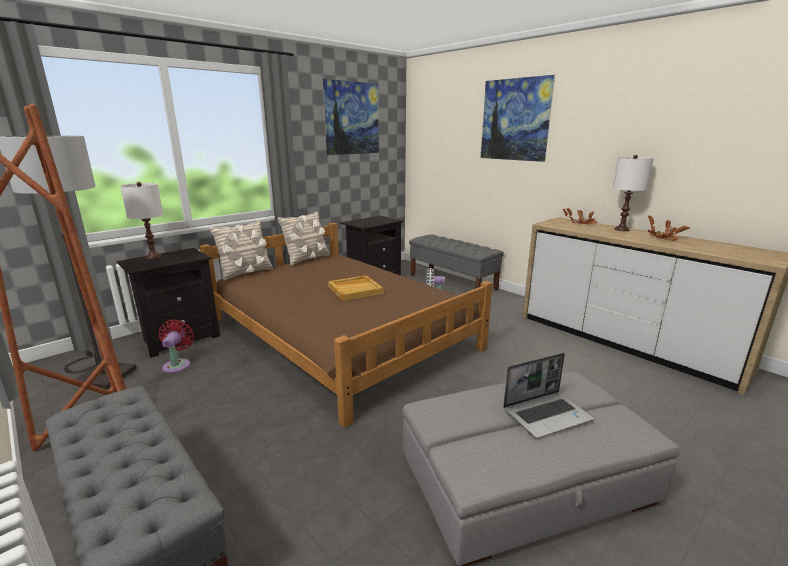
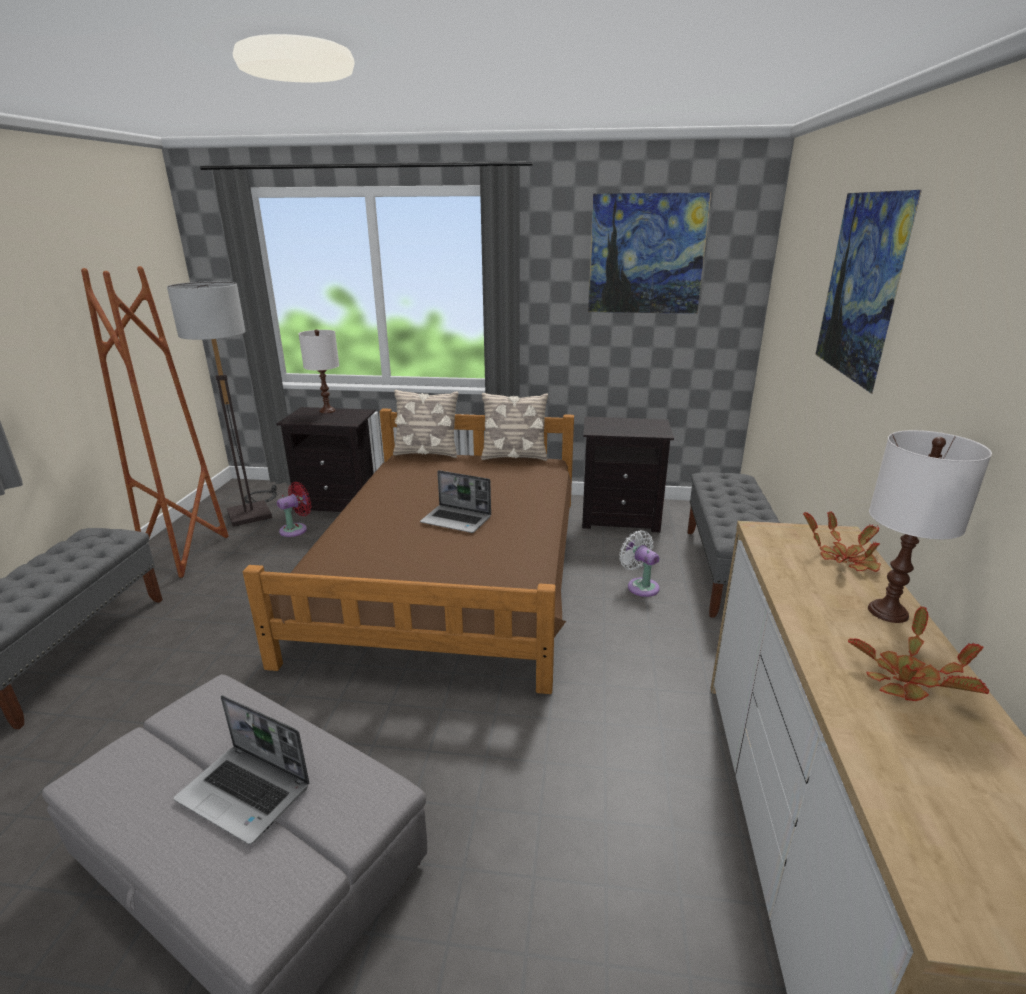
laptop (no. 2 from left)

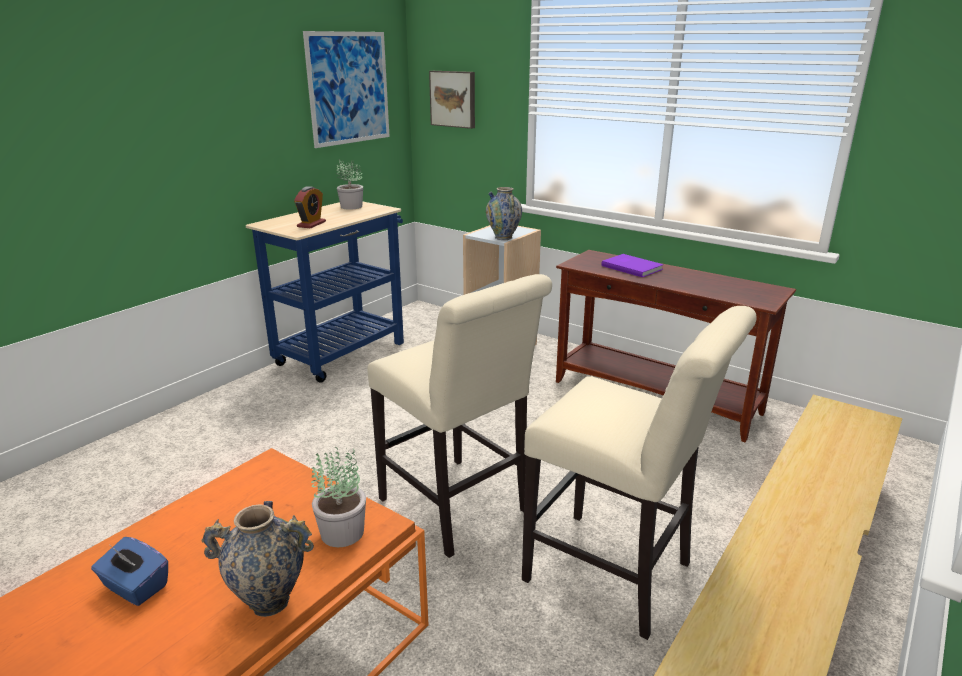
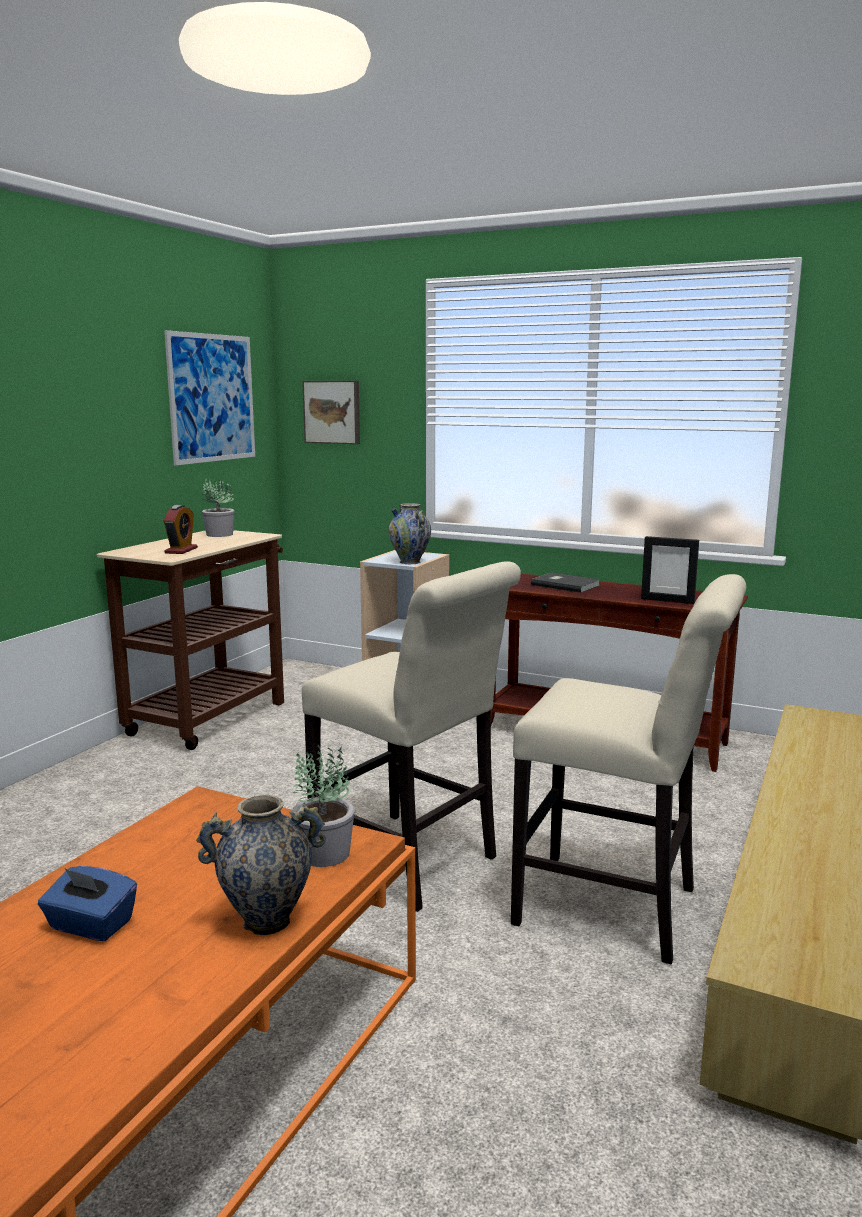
wózek/brązowy
książka/szary
ramka na zdjęcie

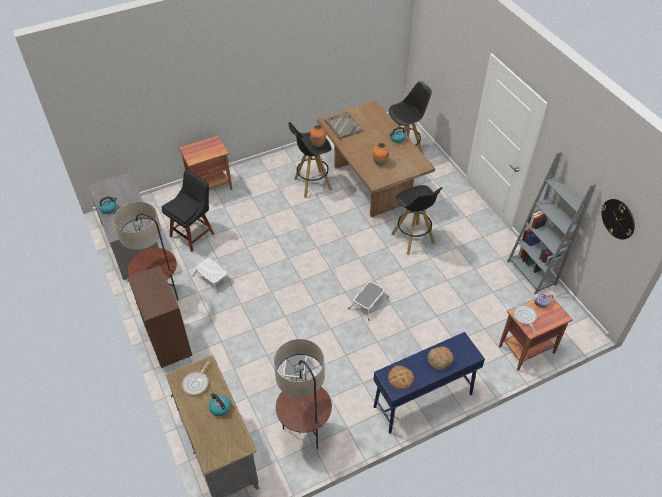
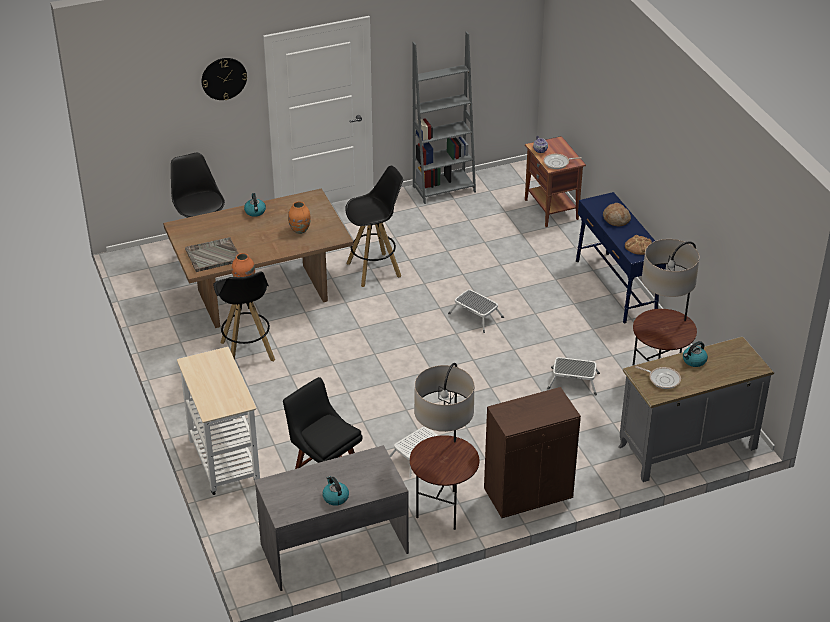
wózek/biały
zegar ścienny

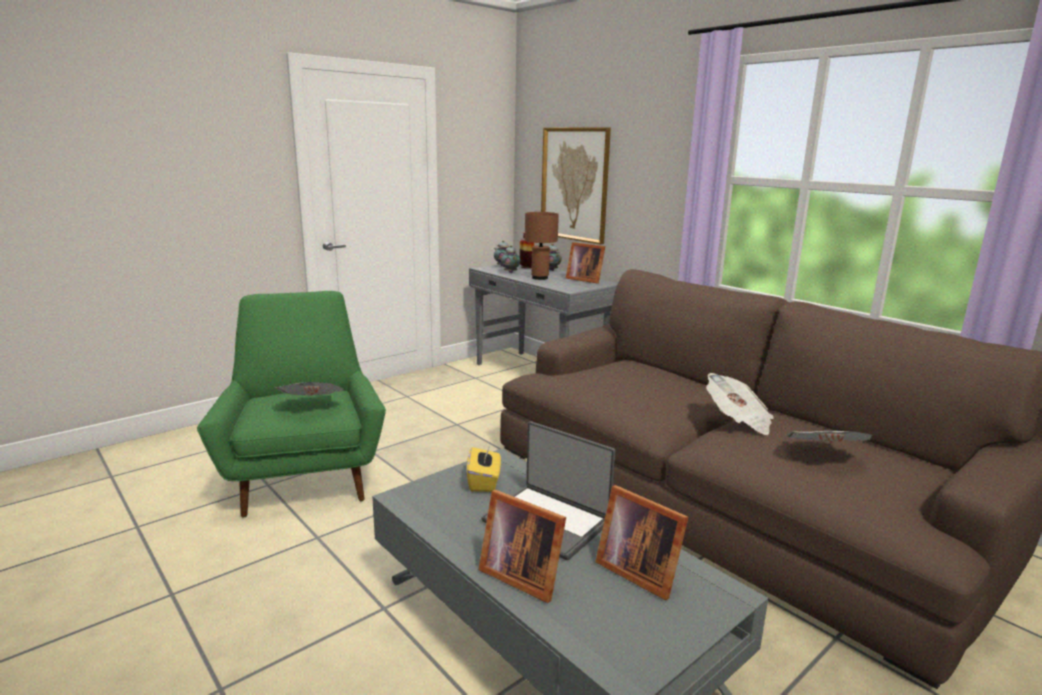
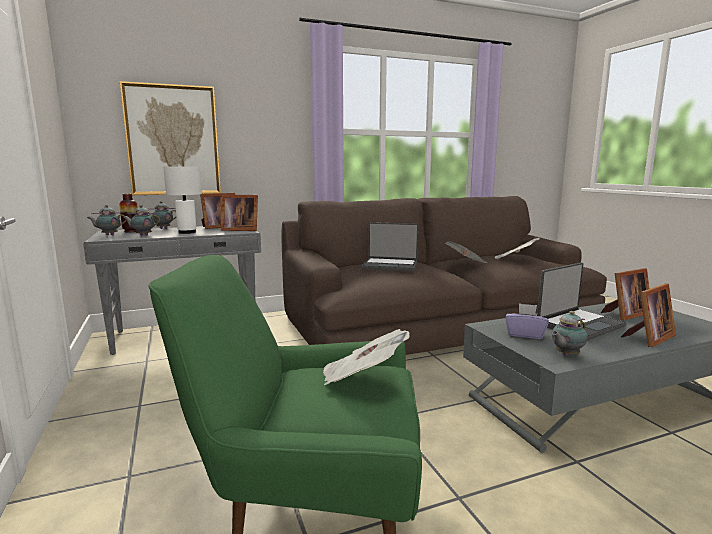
pudełko chusteczek/fioletowy
lampa stołowa/biały
ramka na zdjęcie (no. 2 from left)
laptop (no. 1 from left)
imbryk (no. 4 from left)

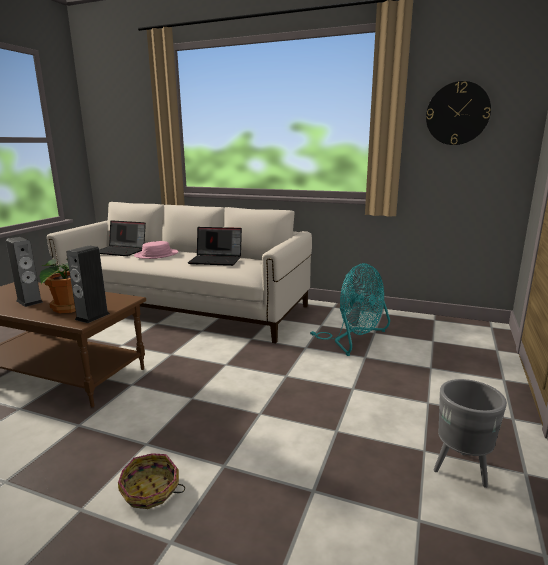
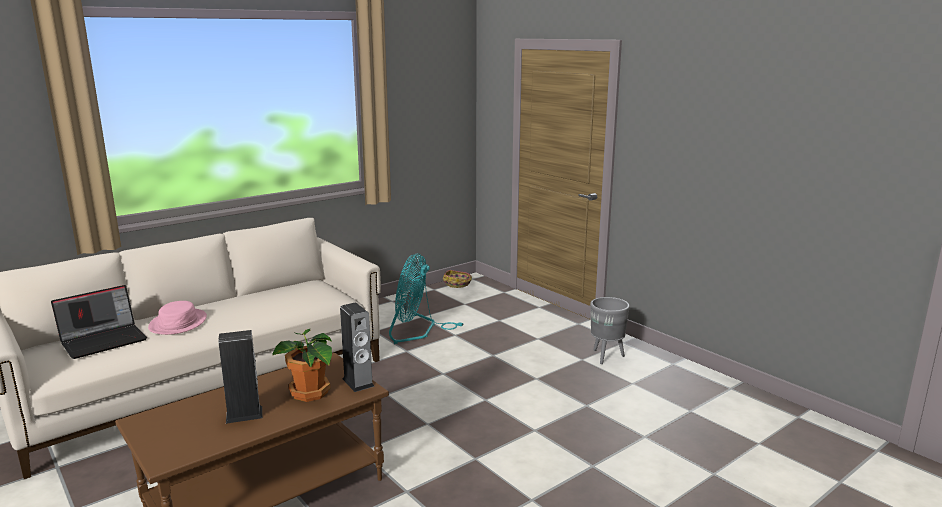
koszyk
laptop (no. 2 from left in the first image)
wentylator/turkusowy
zegar ścienny

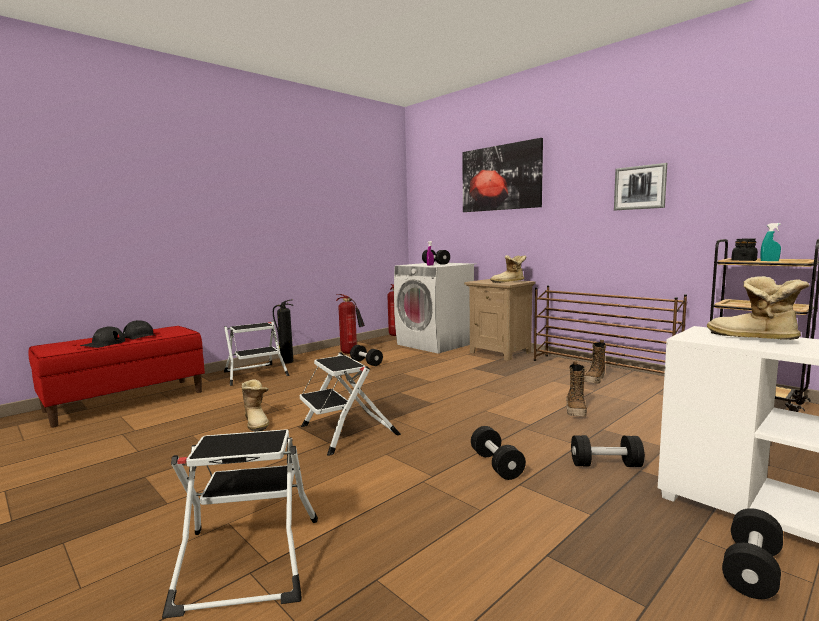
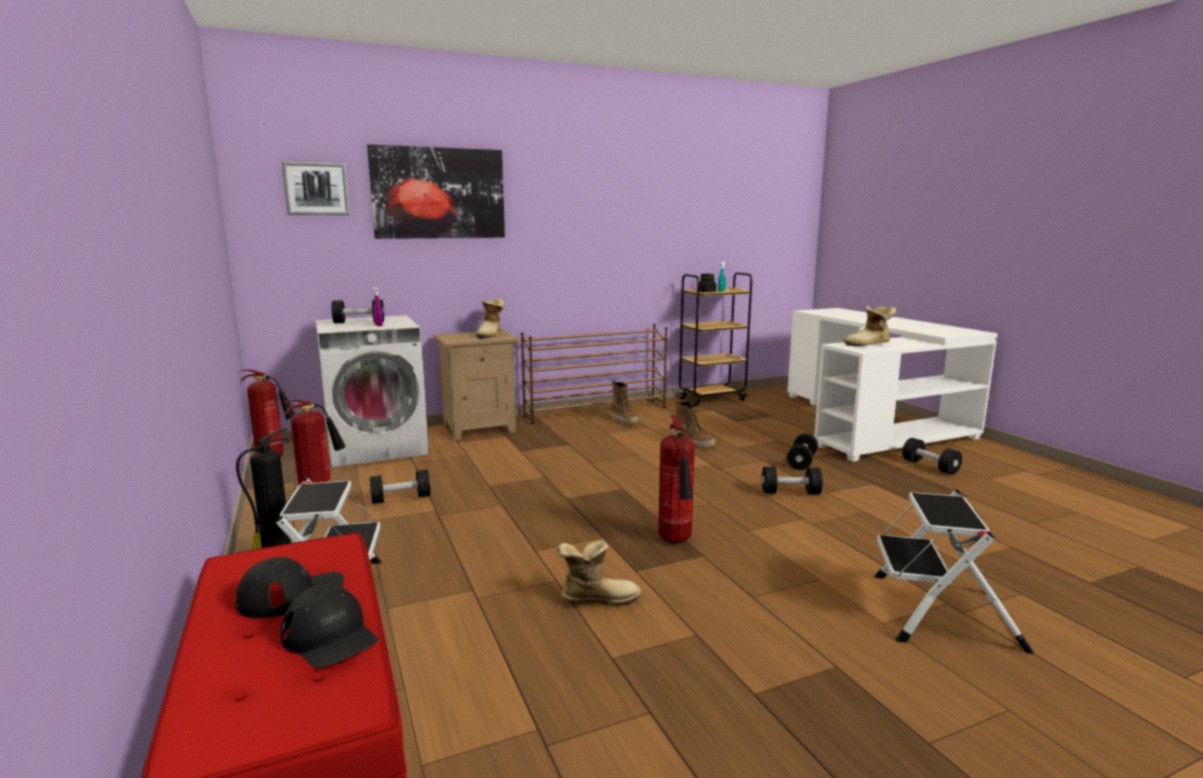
gaśnica (no. 4 from left)
obraz (no. 1 from left)

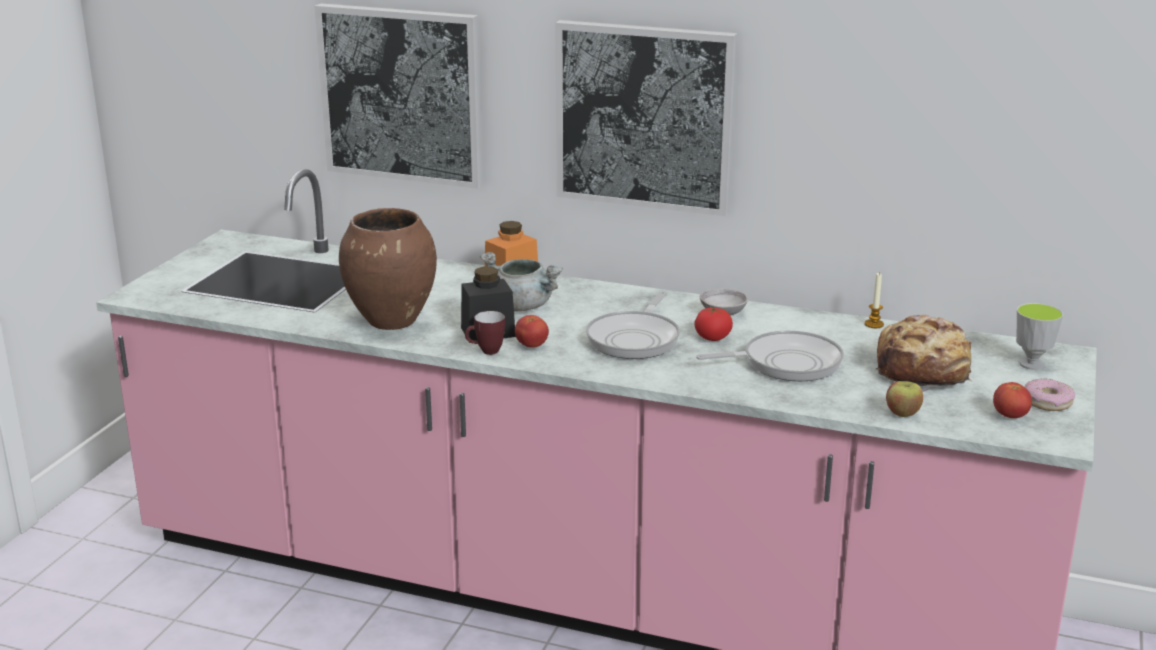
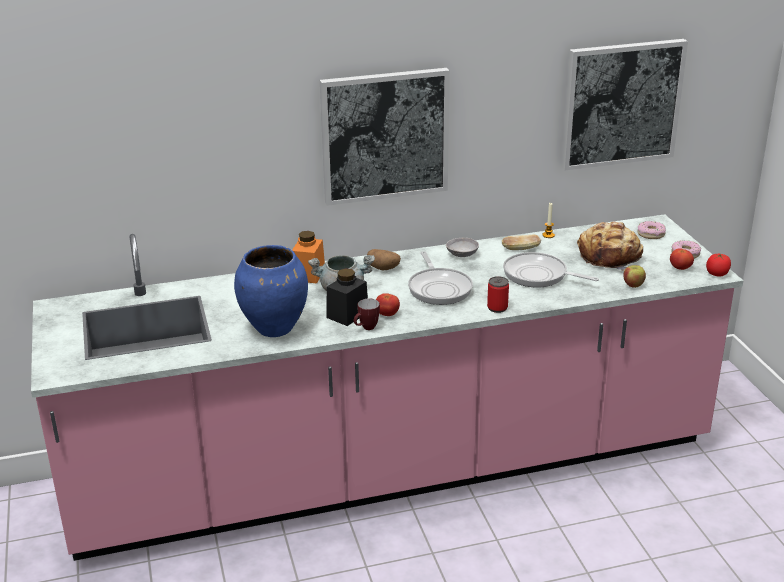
obraz (no. 2 from left)
wazon/niebieski
pomidor (no. 3 from left)
patelnia (no. 2 from left)
donut (no. 1 from left)
ziemniak
puszka
chleb (no. 1 from left)

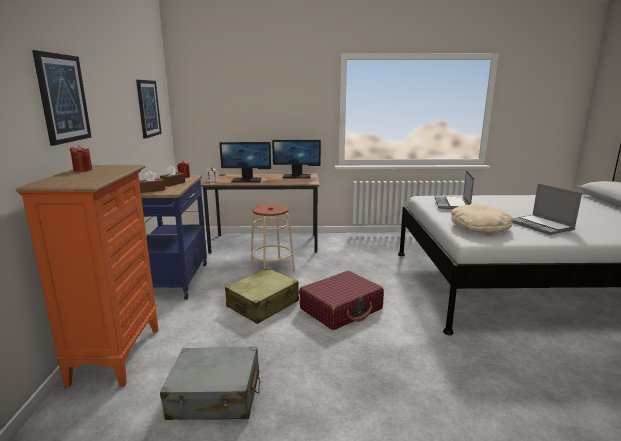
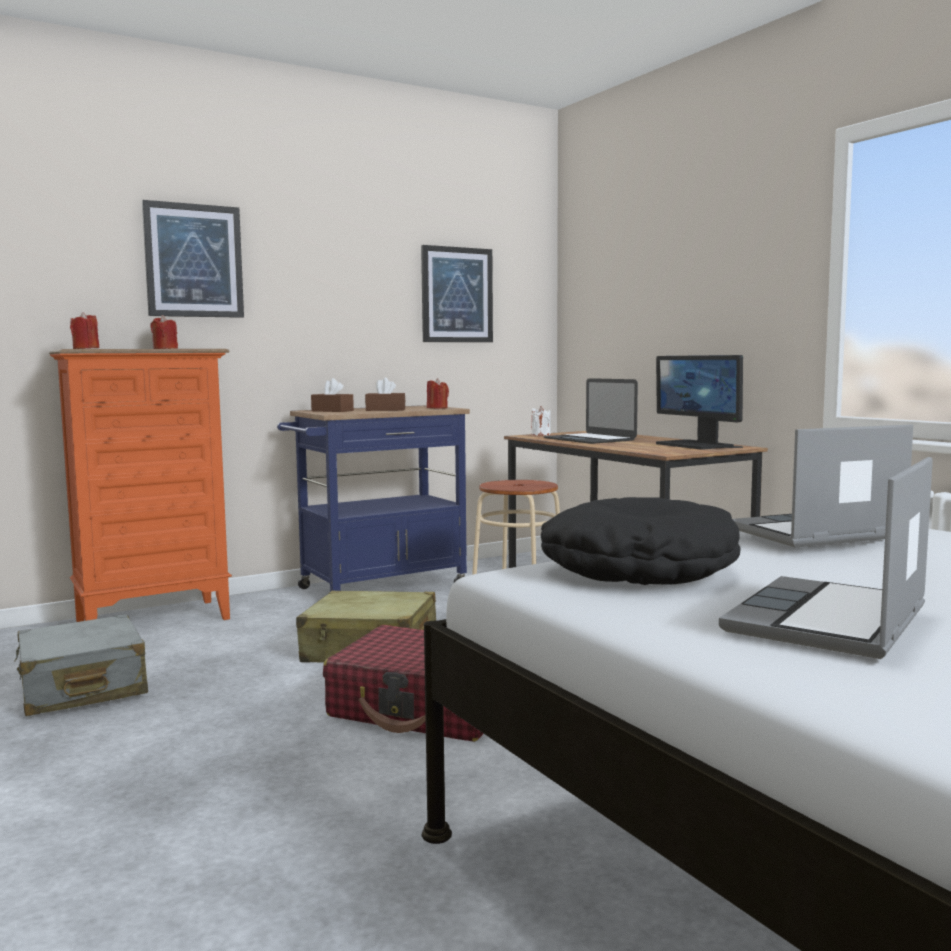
laptop (no. 1 from left)
poduszka/czarny
świeca/czerwony (no. 1 from left)

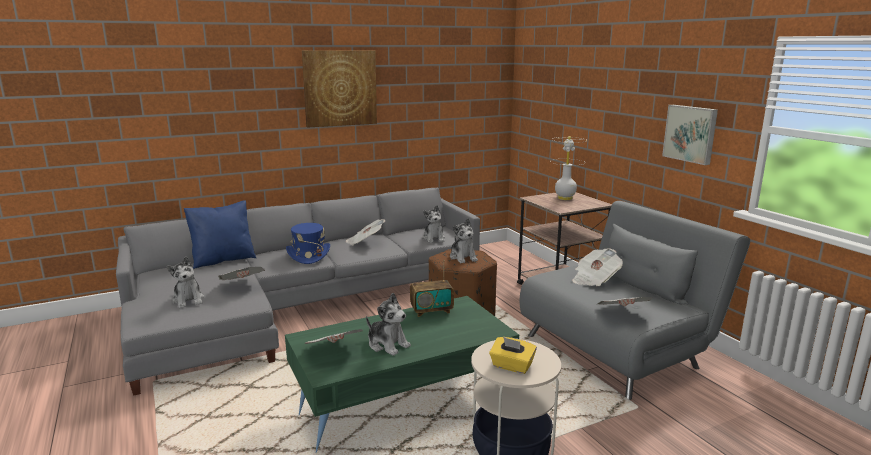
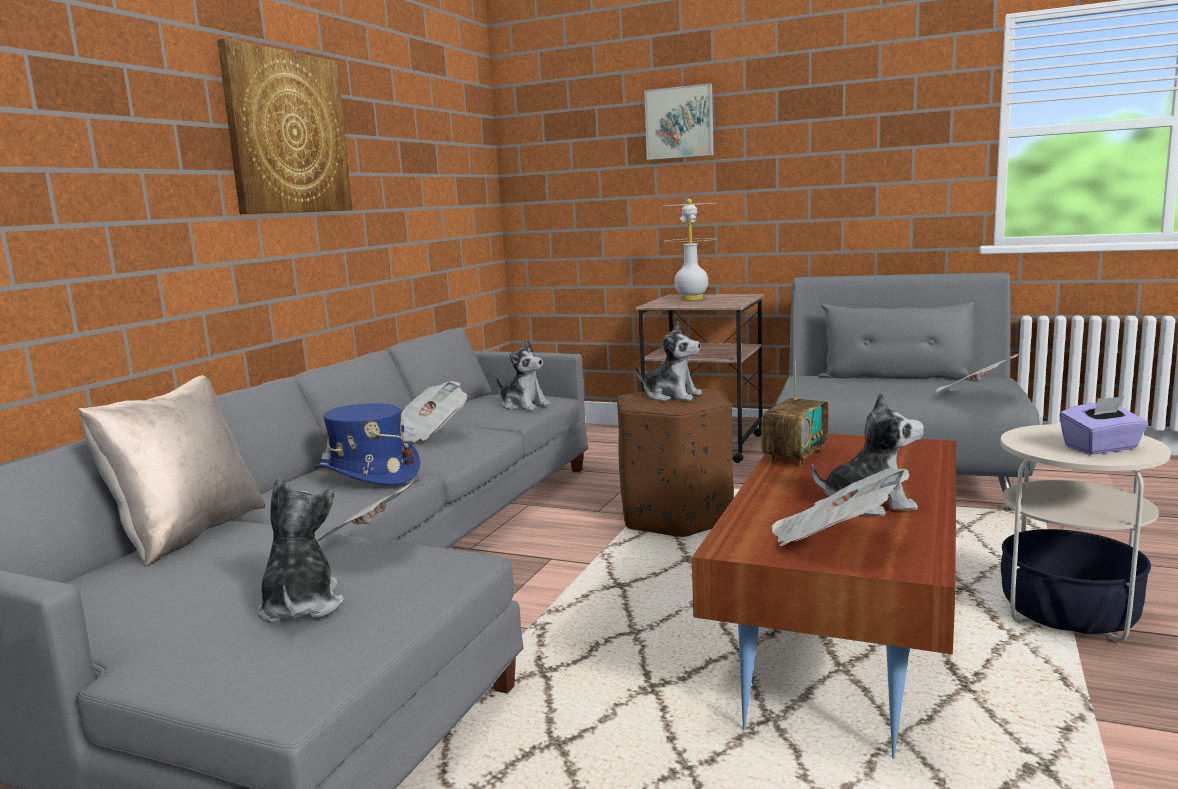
pluszak (no. 1 from left)
poduszka/beżowy
ława/brązowy
pudełko chusteczek/fioletowy
gazeta (no. 4 from left in the first image)
obraz (no. 2 from left)

